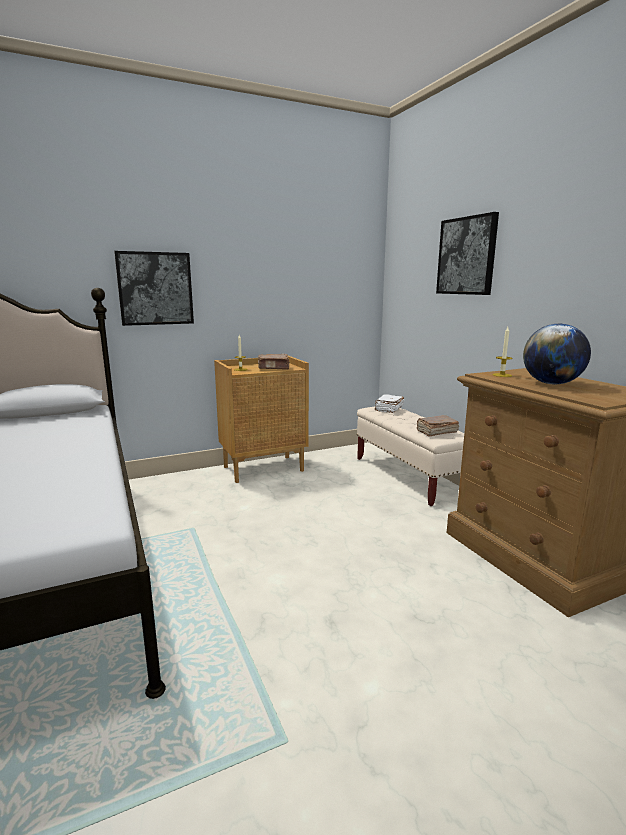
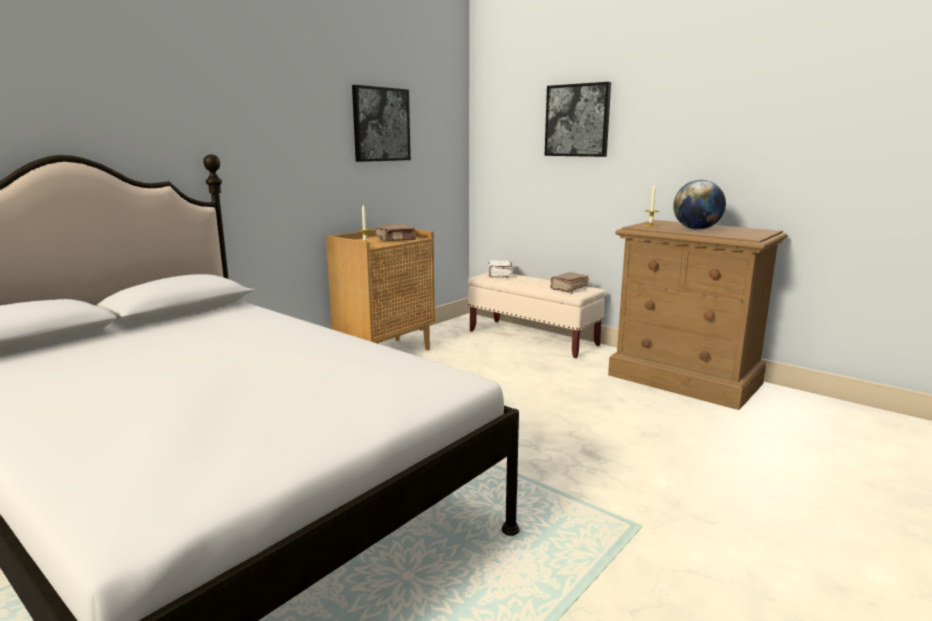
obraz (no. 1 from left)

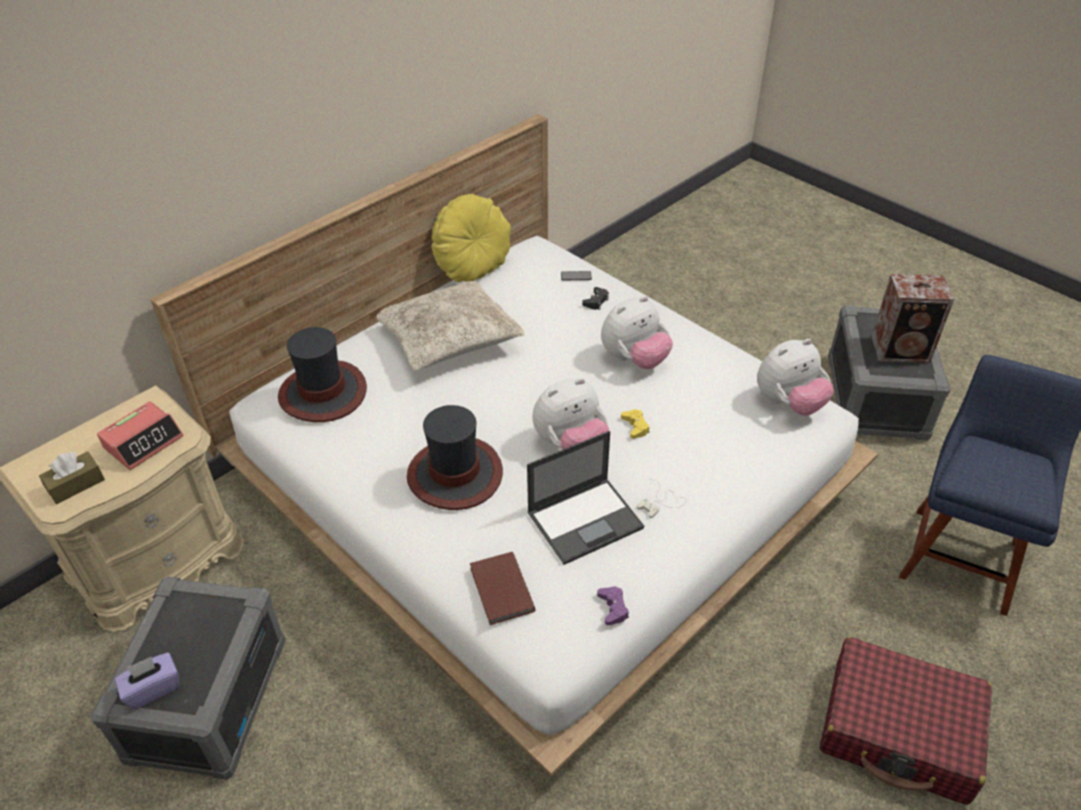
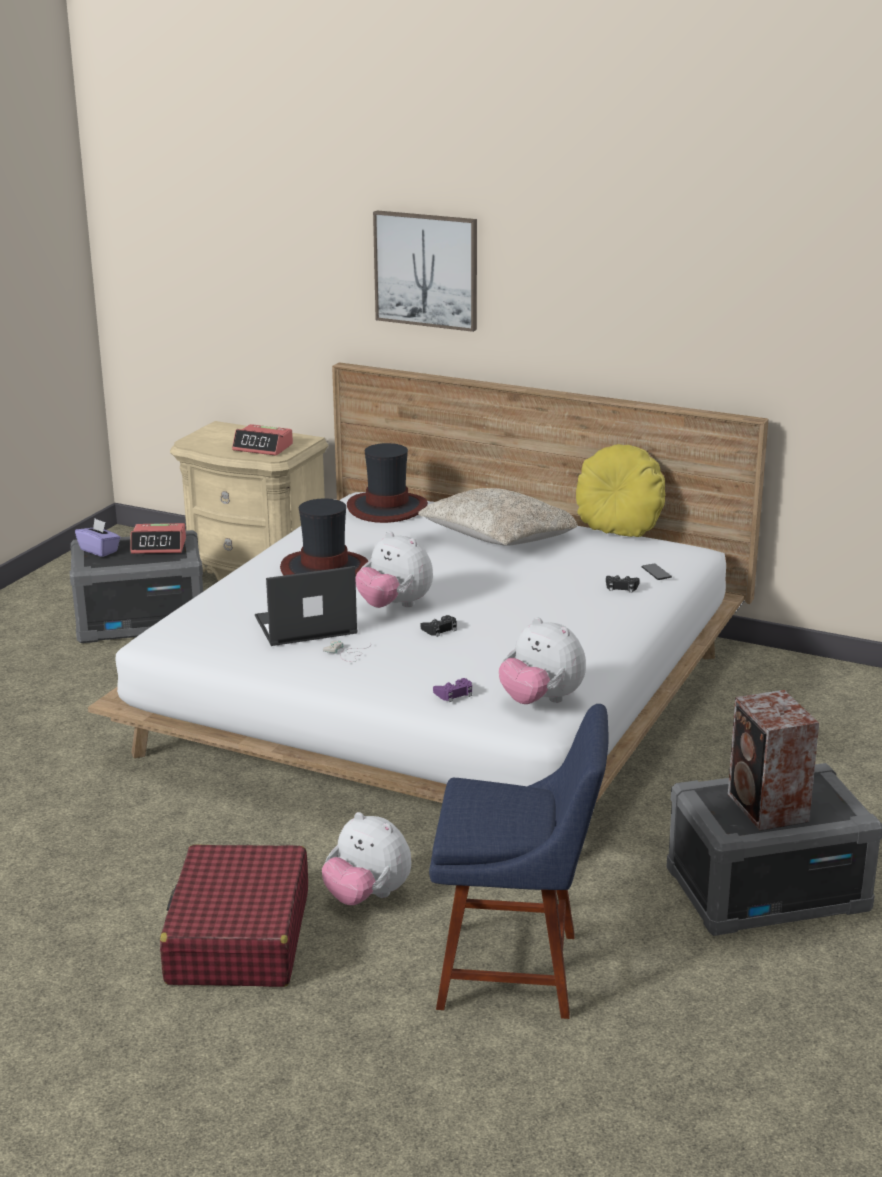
pudełko chusteczek/brązowy
książka/brązowy
laptop
pad do gier/fioletowy
pluszak (no. 1 from left)
pad do gier/czarny (no. 1 from left)
budzik (no. 1 from left)
obraz

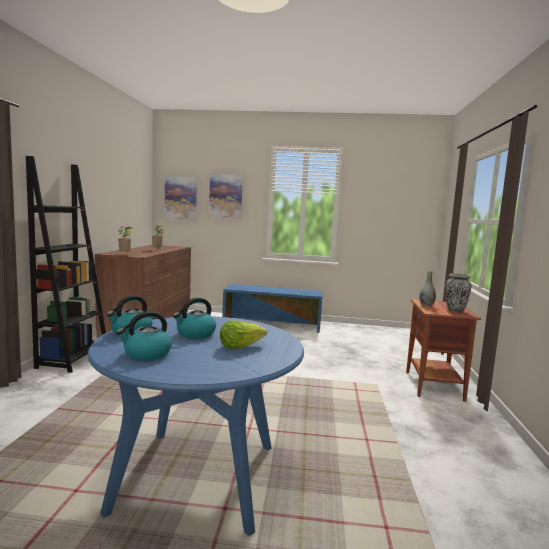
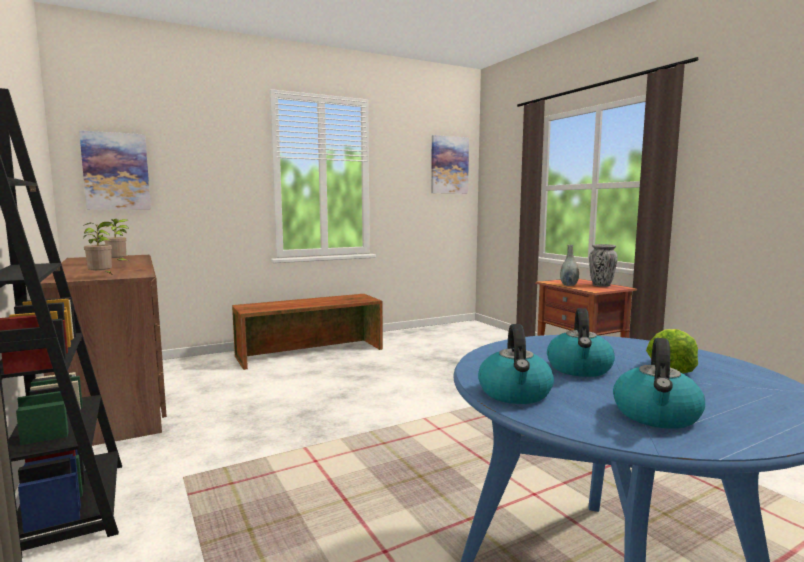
obraz (no. 2 from left)
ławka/brązowy

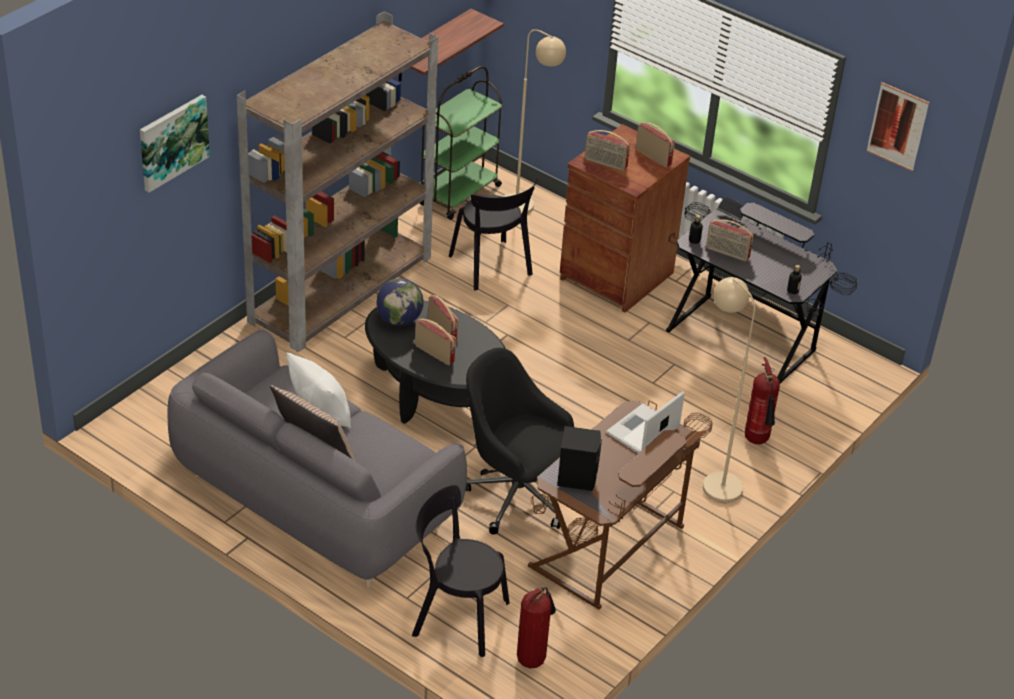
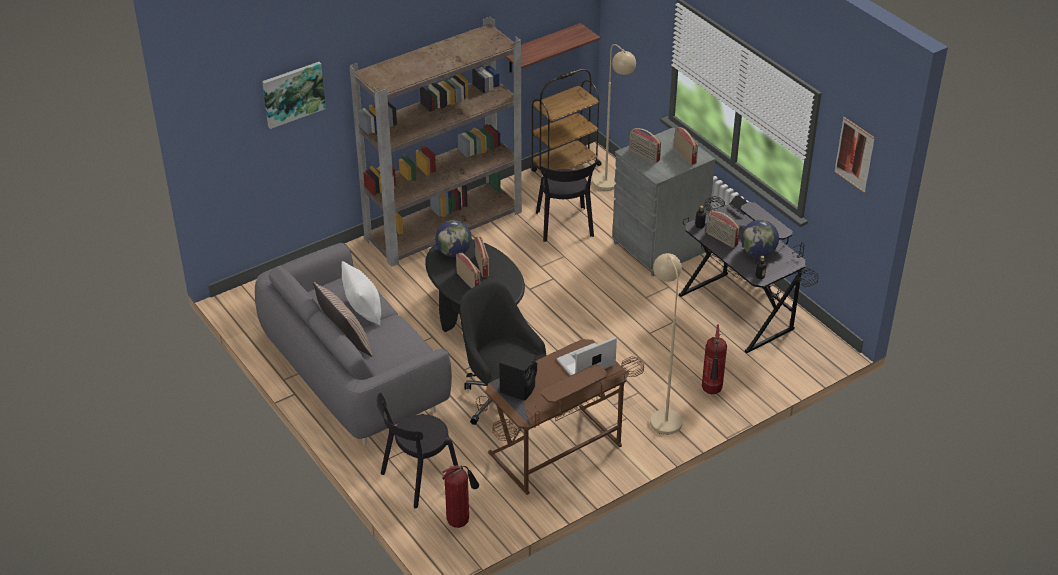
krzesło/czarny (no. 1 from left)
wózek/brązowy
komoda/szary
globus (no. 2 from left)

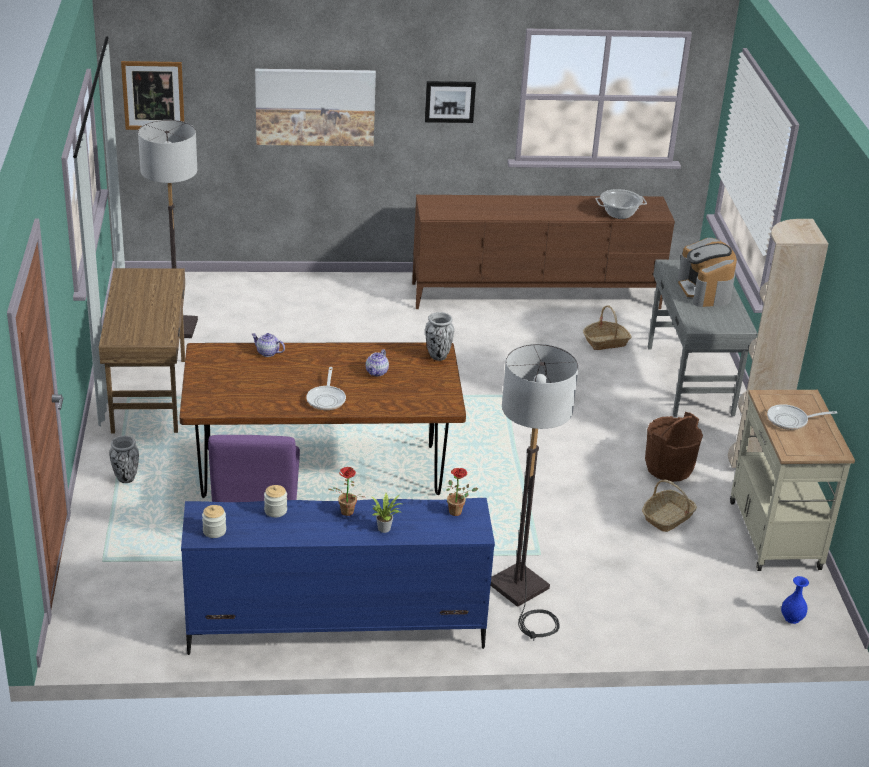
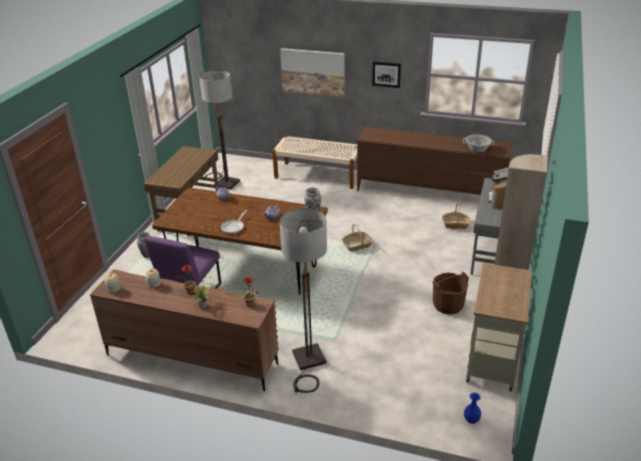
obraz (no. 1 from left in the first image)
komoda/brązowy
koszyk (no. 1 from left)
patelnia (no. 2 from left in the first image)
ławka/beżowy

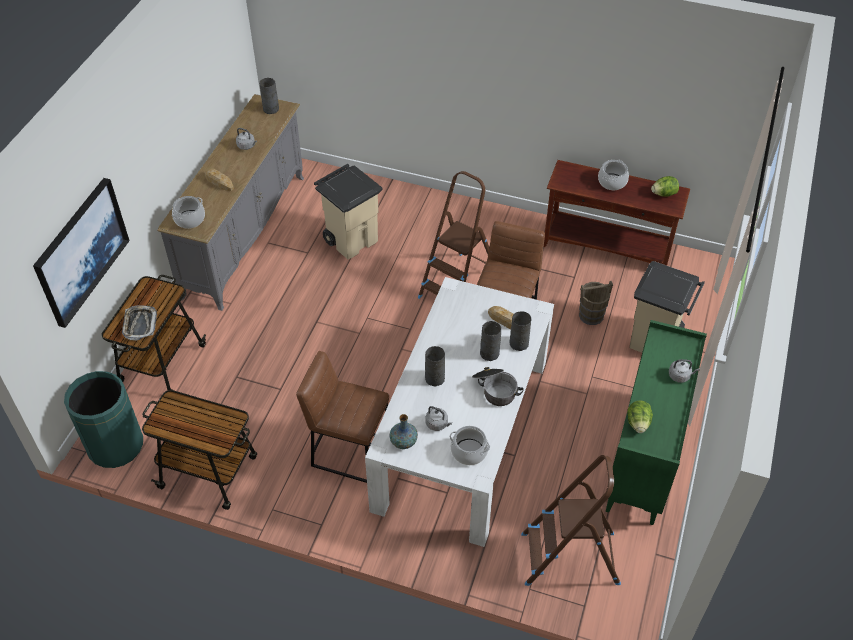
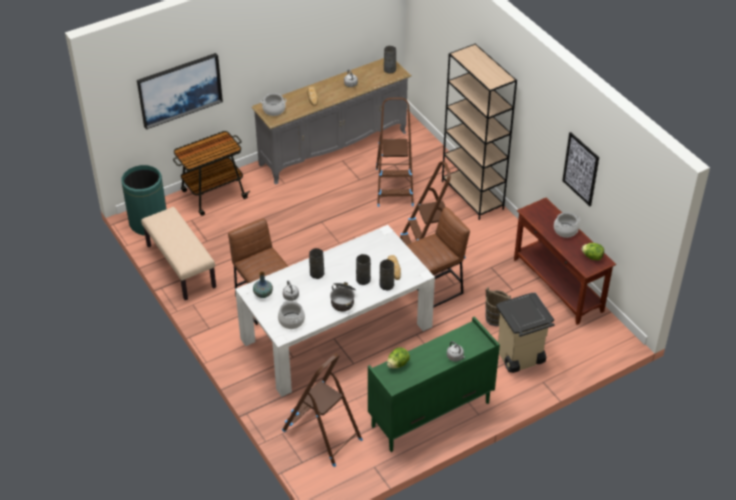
taca
ławka/beżowy
drabinka/brązowy (no. 2 from left)
regał/beżowy
obraz (no. 2 from left)

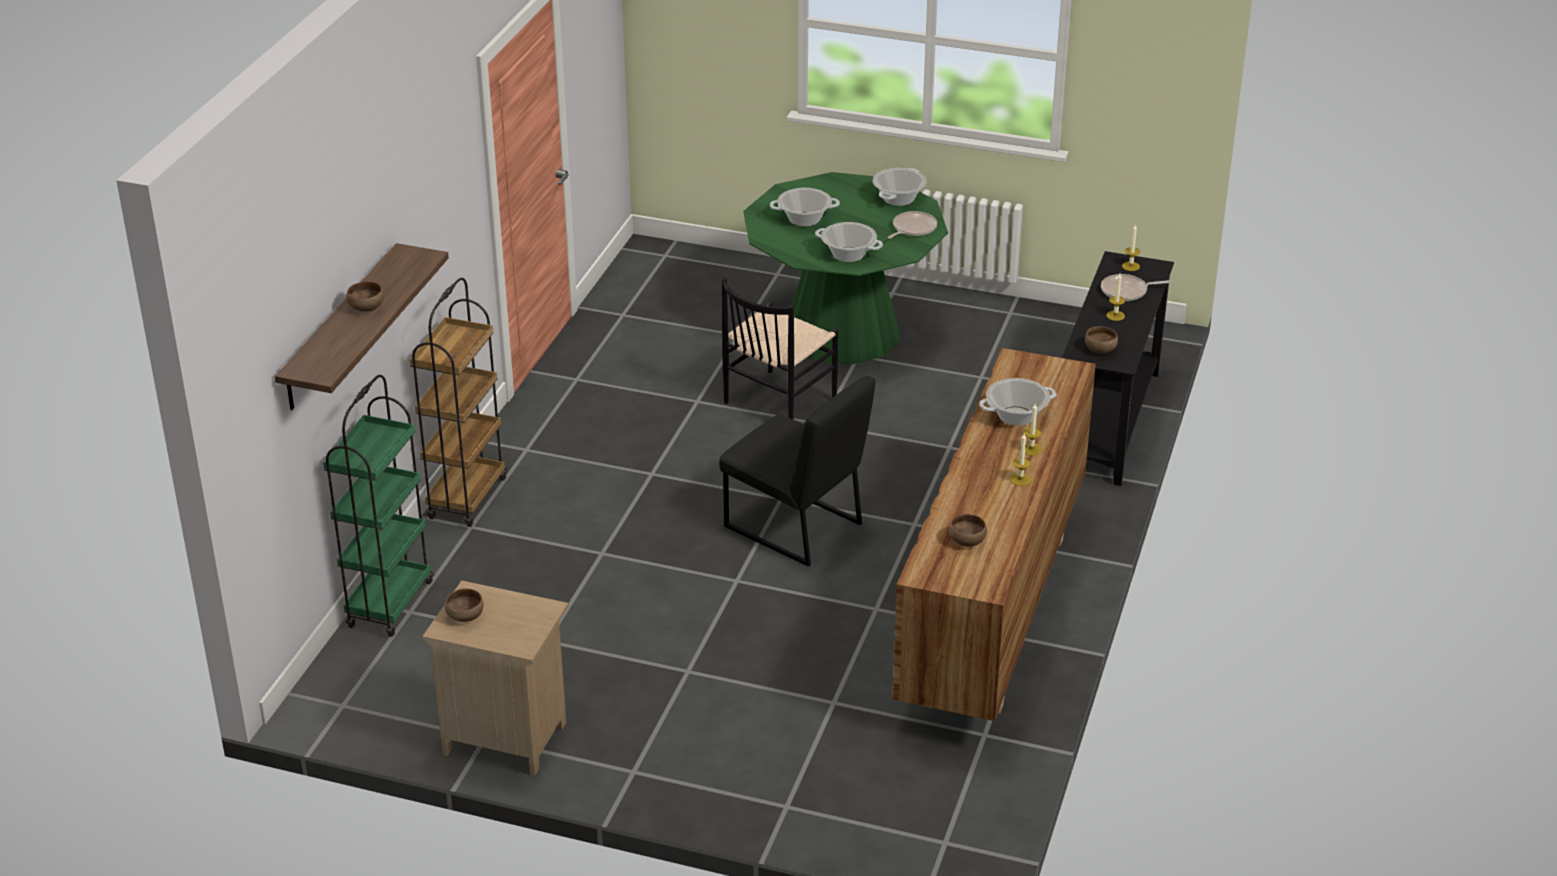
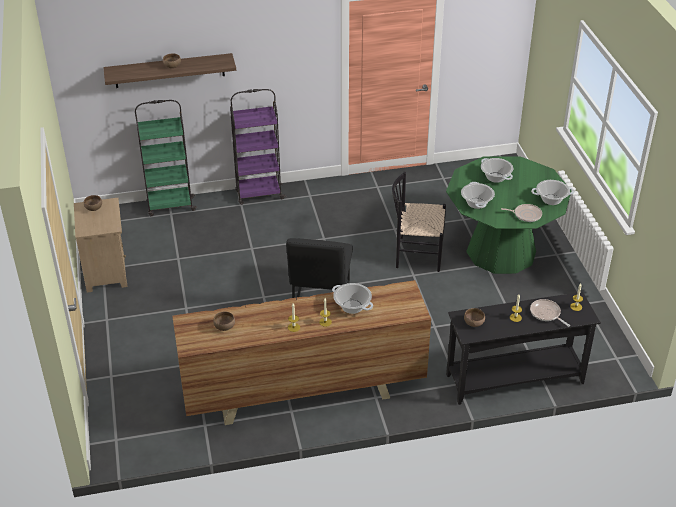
wózek/fioletowy

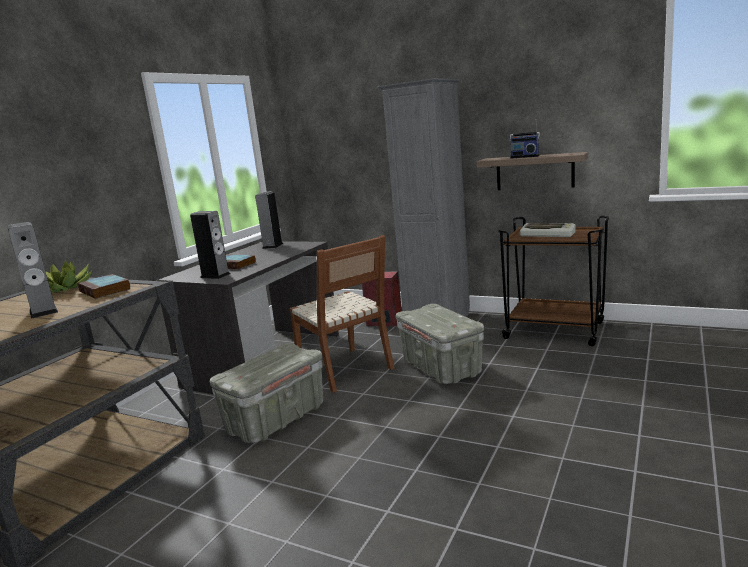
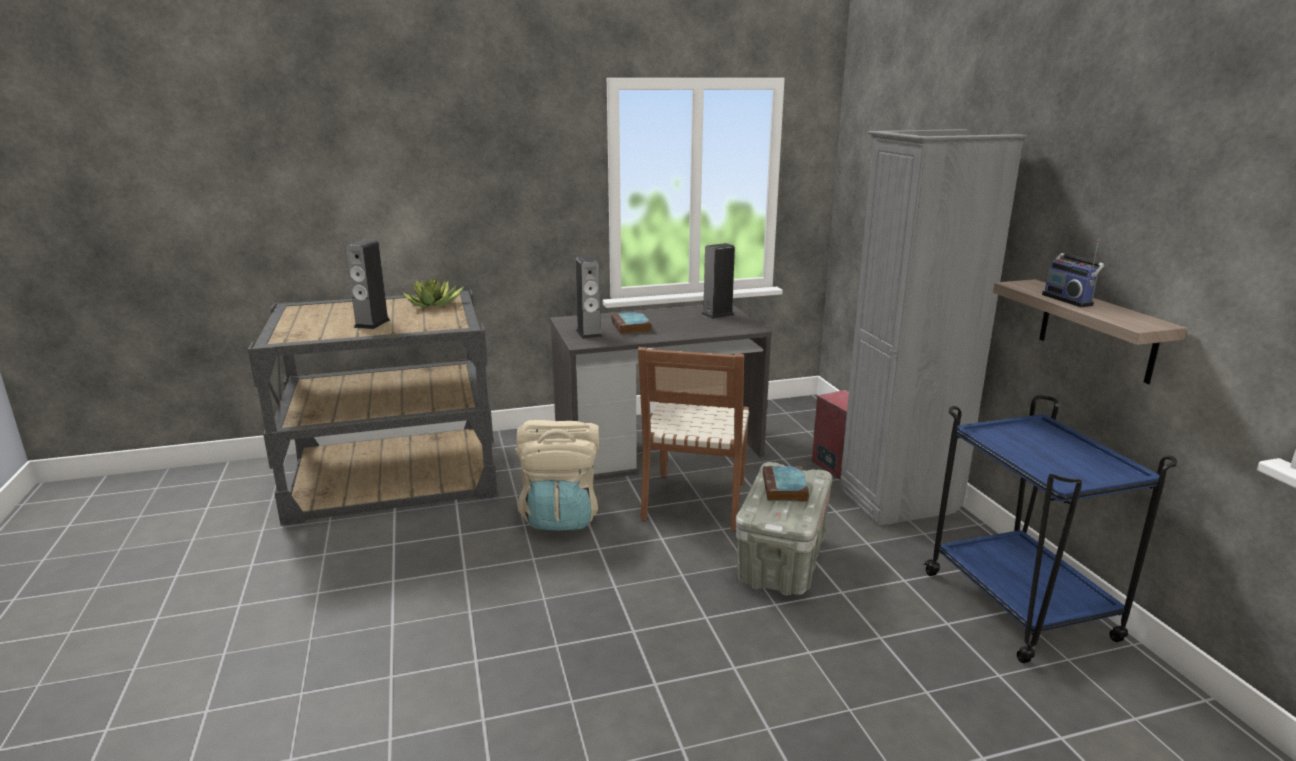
książka (no. 2 from left)
plecak/beżowy
wózek/niebieski
klawiatura

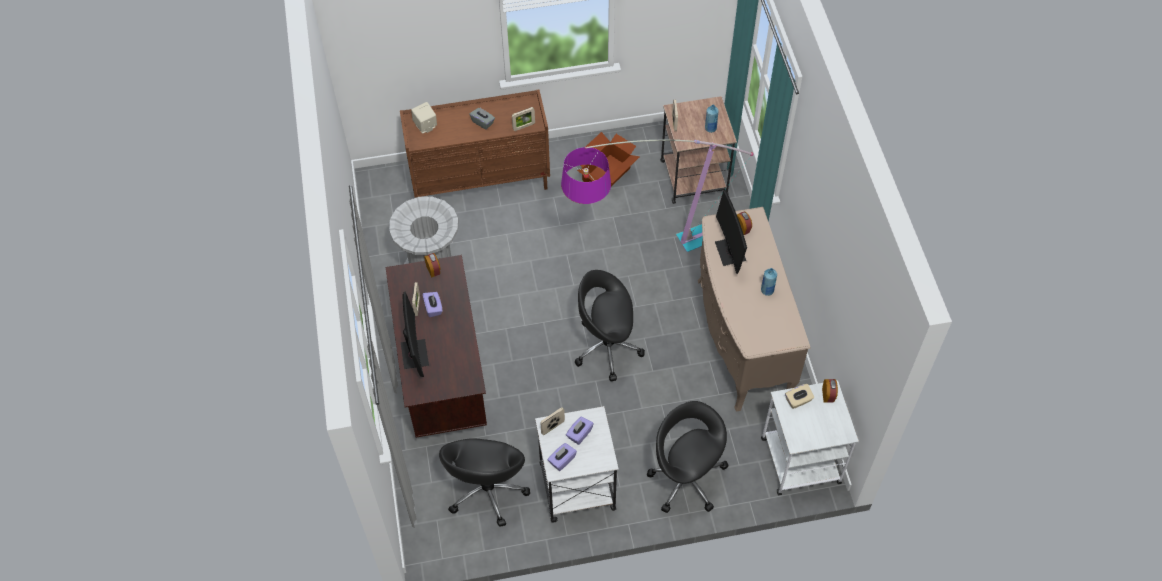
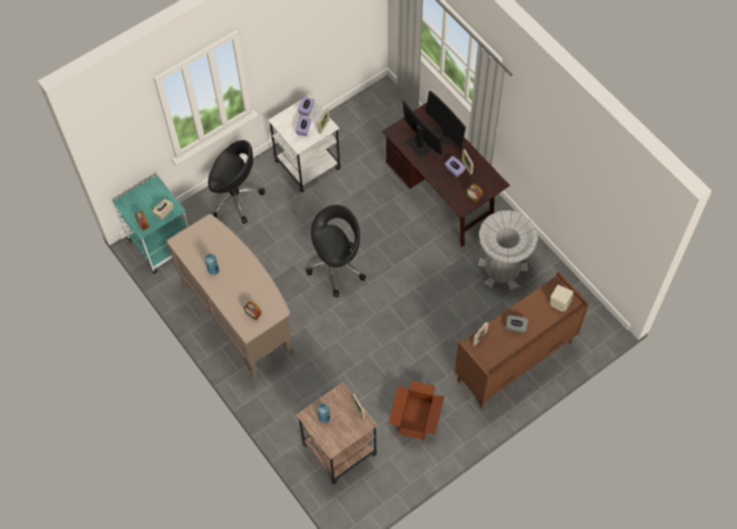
krzesło biurowe/czarny (no. 1 from left in the first image)
lampa stojąca
monitor (no. 1 from left)
wózek/turkusowy

